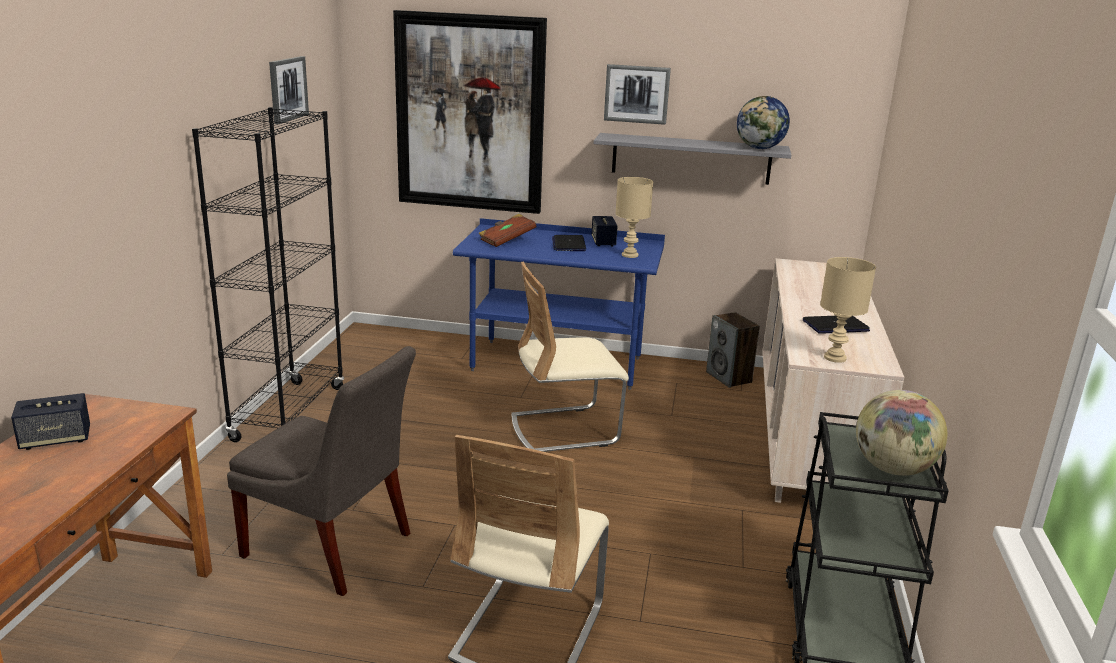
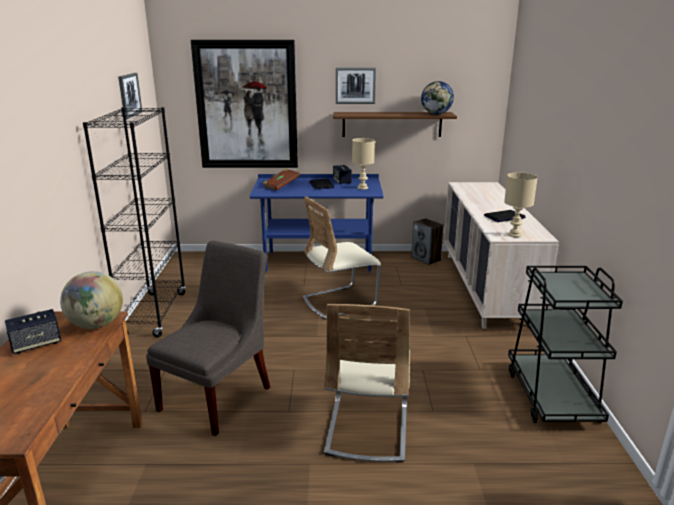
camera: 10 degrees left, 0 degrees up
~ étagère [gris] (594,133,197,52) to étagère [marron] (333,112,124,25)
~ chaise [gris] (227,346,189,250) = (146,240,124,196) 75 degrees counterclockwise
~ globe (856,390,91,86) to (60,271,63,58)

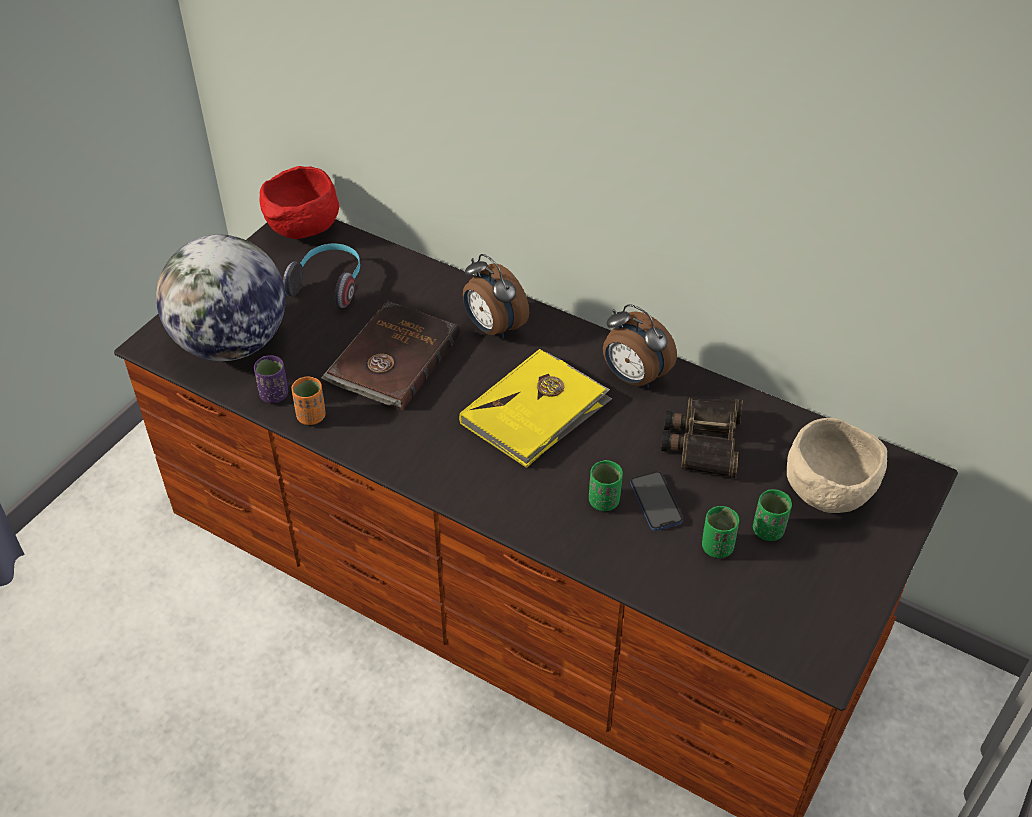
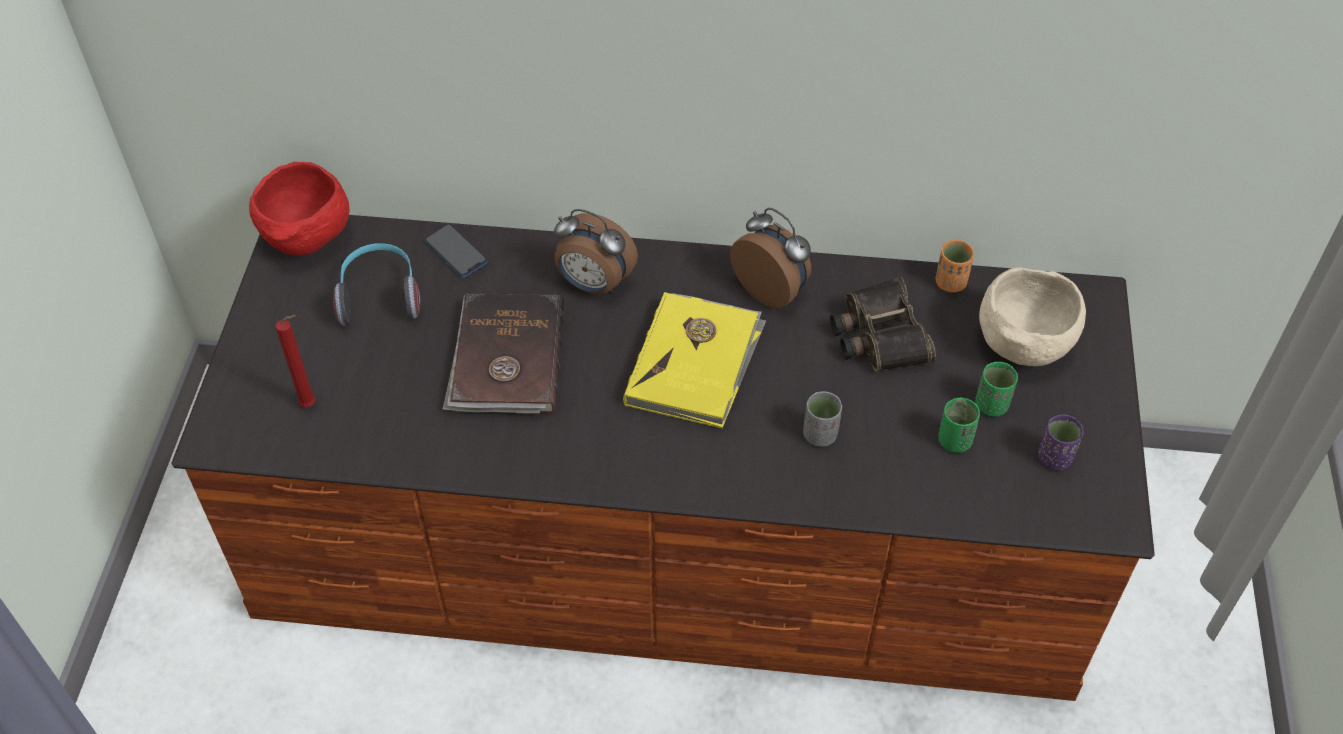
camera: 25 degrees left, 5 degrees up
~ globe (156,235,130,126) to bougie [rouge] (275,315,41,92)
~ réveil (603,304,74,84) = (730,208,81,100) 150 degrees counterclockwise
~ tasse [violet] (254,356,34,47) to (1038,414,46,56)
~ tasse [orange] (291,376,35,49) to (935,240,39,52)
~ tasse [vert] (589,460,34,51) to tasse [gris] (803,392,39,55)
~ téléphone (630,471,53,60) to (424,223,64,55)

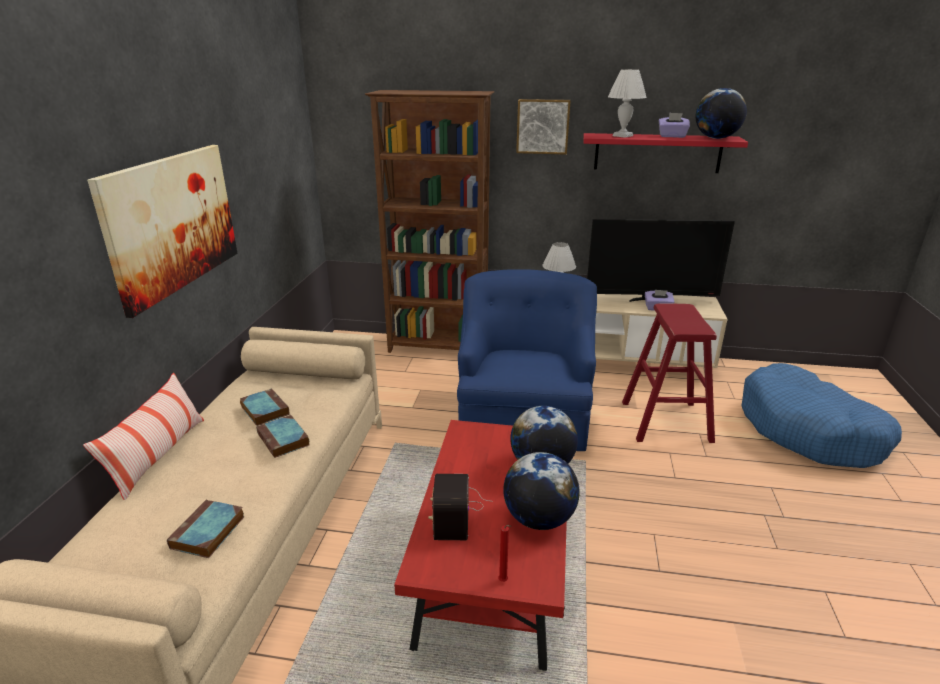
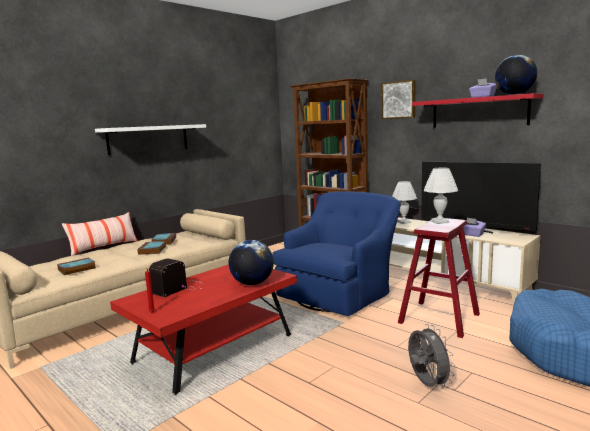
camera: 35 degrees right, 15 degrees down
~ lampe de table [blanc] (608,69,39,69) to (423,168,35,56)
~ tableau (87,145,150,173) to étagère [blanc] (95,124,111,31)
- globe (503,452,77,78)
+ ventilateur [gris] (408,324,47,64)

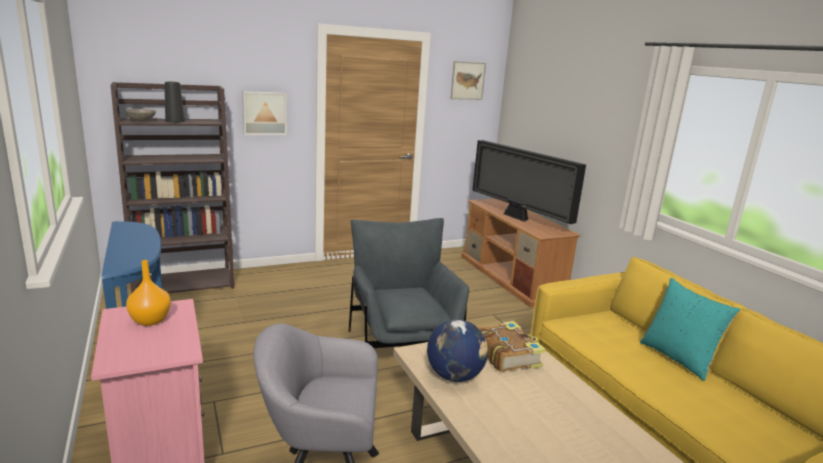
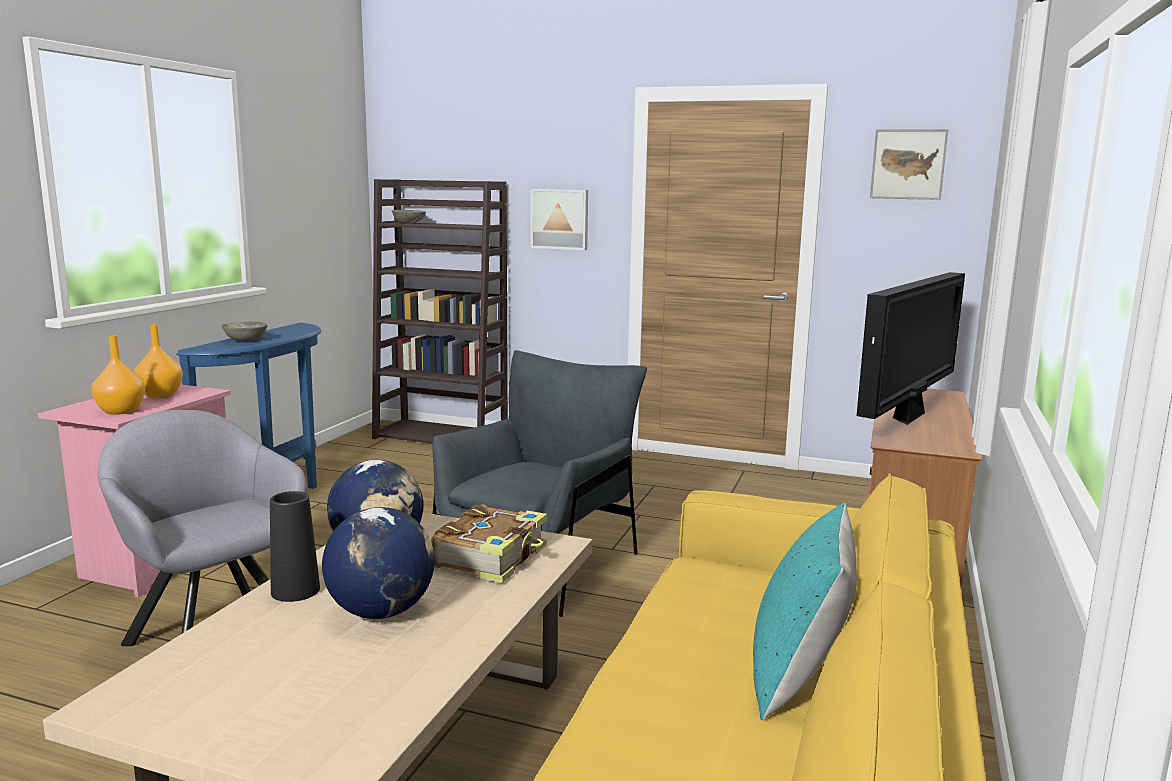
camera: 45 degrees right, 5 degrees down
~ vase [noir] (165,82,20,41) to (270,491,50,111)
~ téléviseur (472,140,114,84) = (857,272,108,153) 150 degrees counterclockwise
+ bol [gris] (222,321,46,20)
+ vase [orange] (91,335,54,80)
+ globe (322,507,113,112)

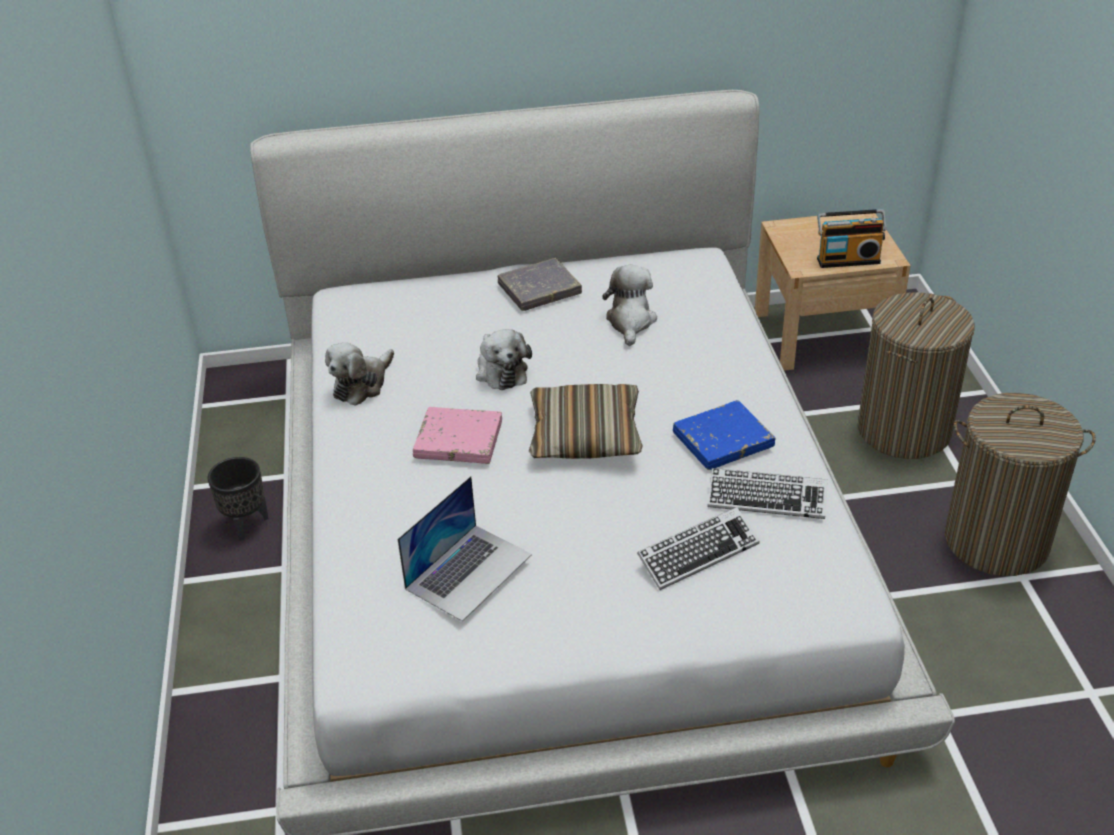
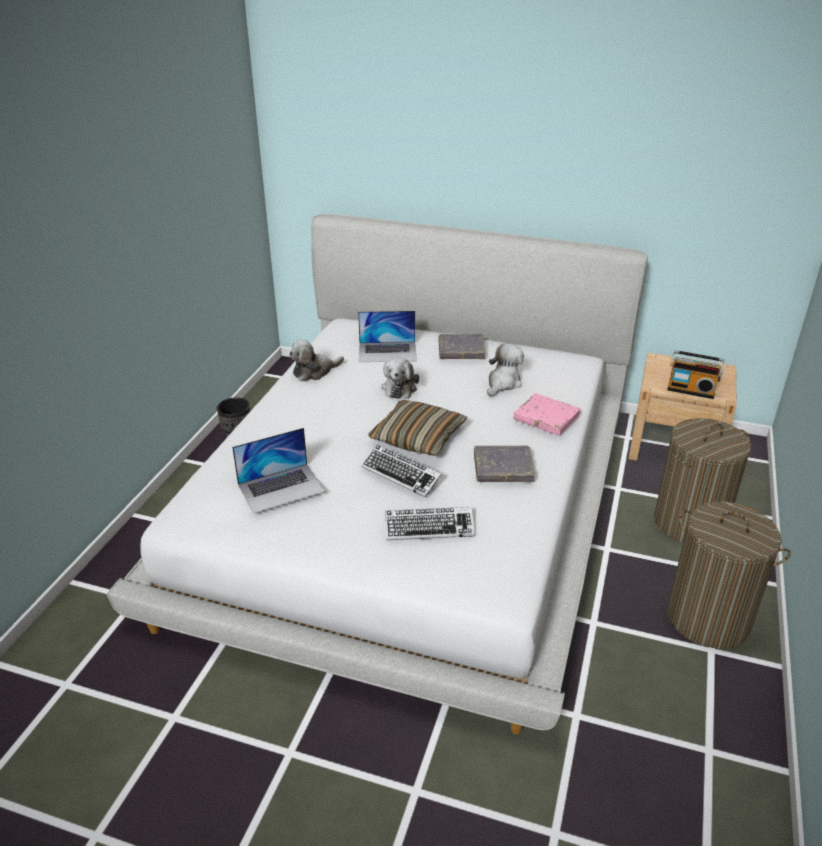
camera: 25 degrees right, 5 degrees down
~ livre [bleu] (673,400,102,70) to livre [gris] (474,446,61,36)
~ livre [rose] (413,407,89,57) to (513,393,67,43)
~ clavier (708,468,120,51) to (361,445,81,52)
+ ordinateur portable (358,311,59,51)

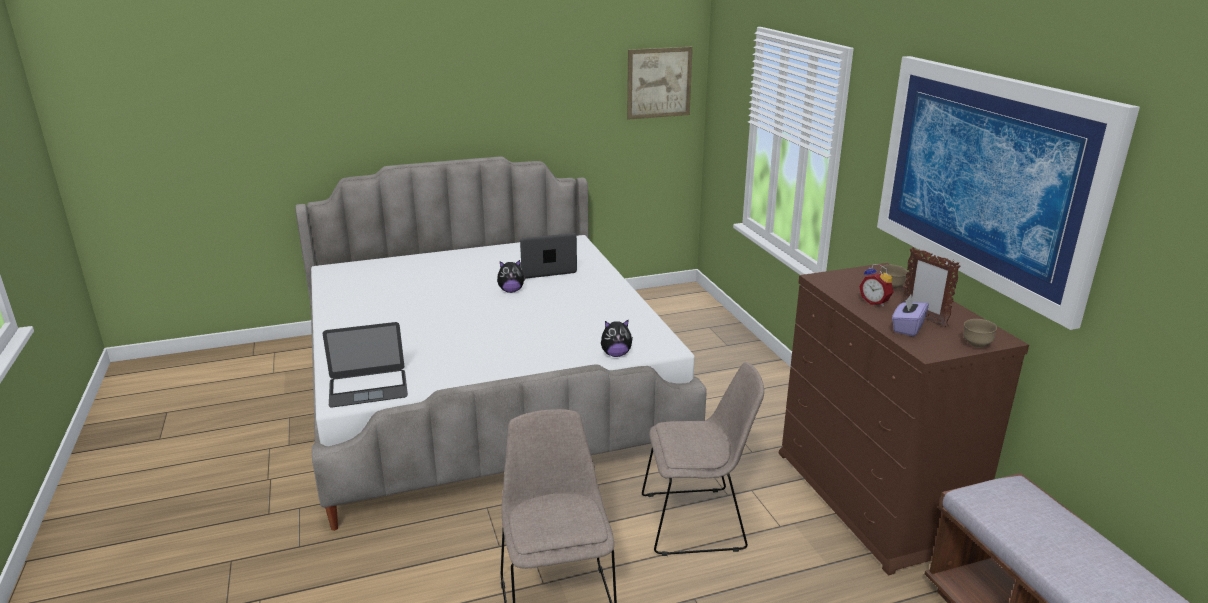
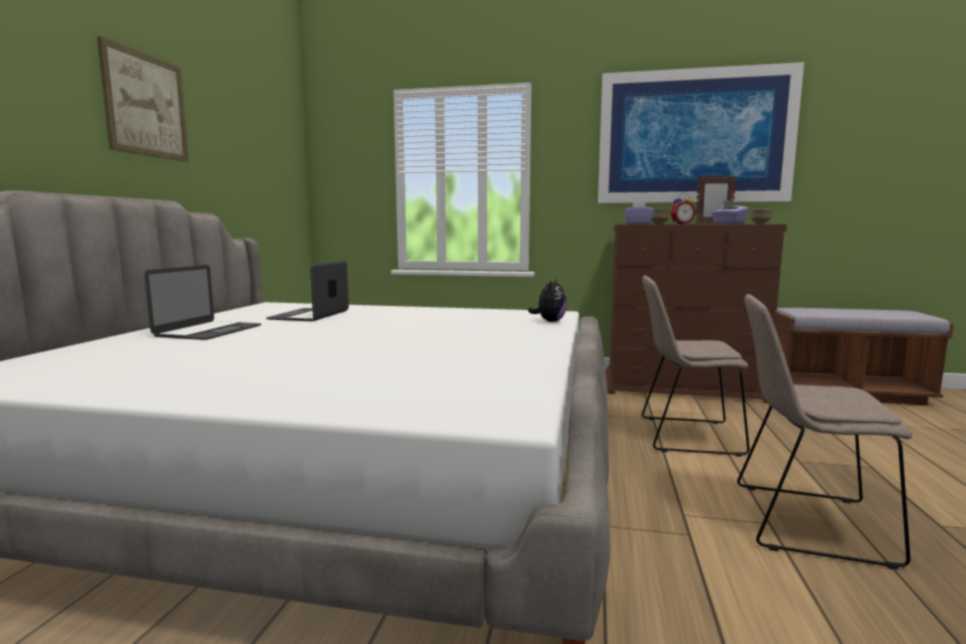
camera: 60 degrees left, 15 degrees down
~ tableau (627,47,66,73) to (97,36,92,126)
- peluche (497,260,29,33)
~ ordinateur portable (323,322,85,85) to (145,265,116,75)
~ chaise [beige] (642,362,122,194) = (642,275,108,181) 105 degrees counterclockwise
+ boîte à mouchoirs [violet] (624,202,31,23)

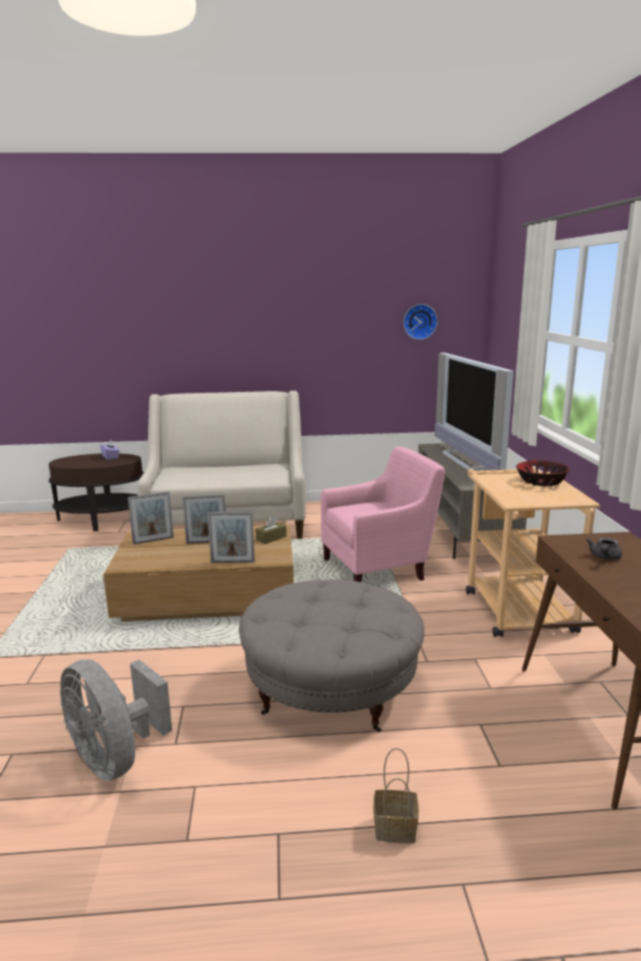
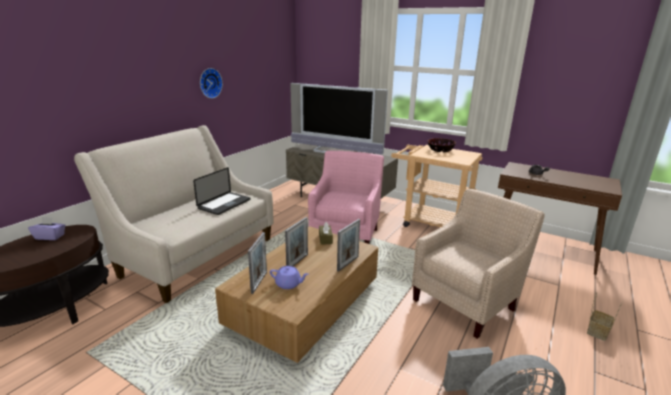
camera: 55 degrees left, 5 degrees up
~ horloge murale (403,304,35,36) to (200,68,23,30)
~ pouf [gris] (239,579,185,153) to fauteuil [beige] (412,189,133,150)
+ ordinateur portable (193,167,57,48)
+ théière [violet] (270,266,39,23)

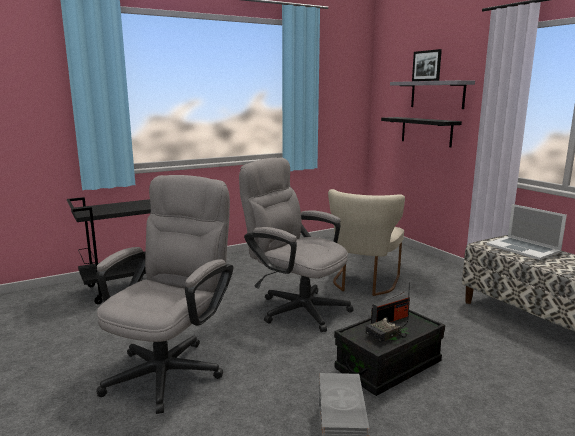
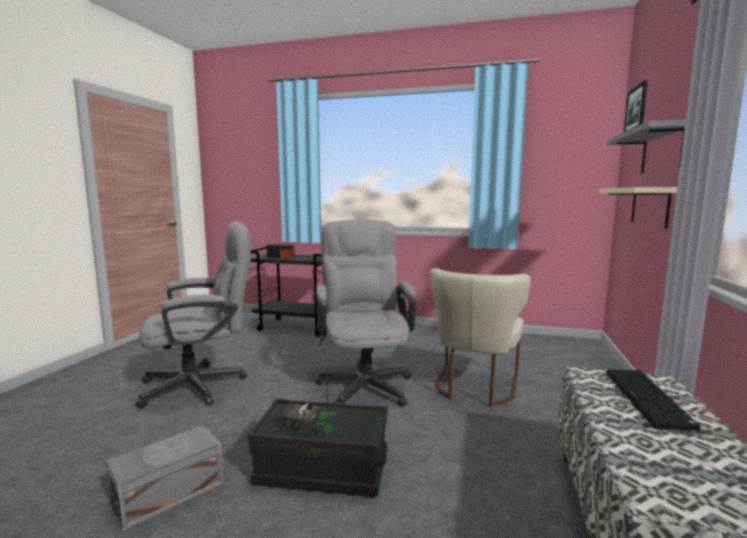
camera: 45 degrees right, 5 degrees down
~ étagère [noir] (381,117,81,30) to étagère [beige] (599,187,78,42)
~ chaise [beige] (328,189,77,107) = (430,268,101,138) 45 degrees counterclockwise
~ ordinateur portable (486,204,81,56) to clavier (607,369,93,62)
~ radio (371,292,39,32) to (266,242,29,17)

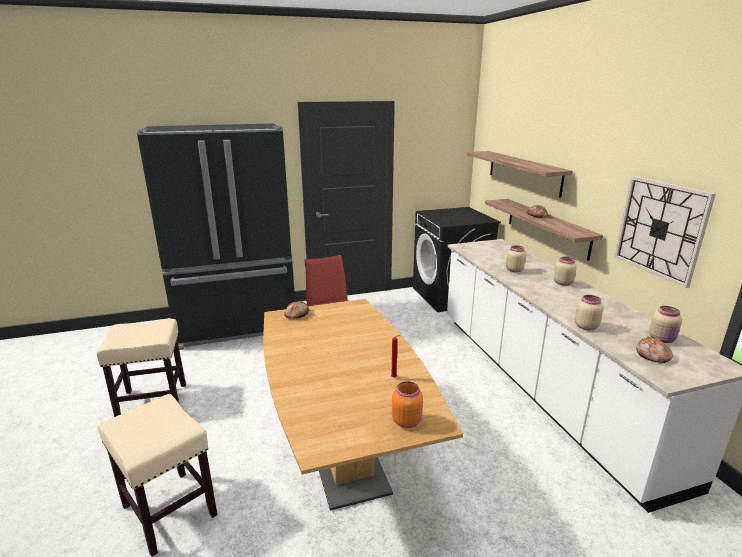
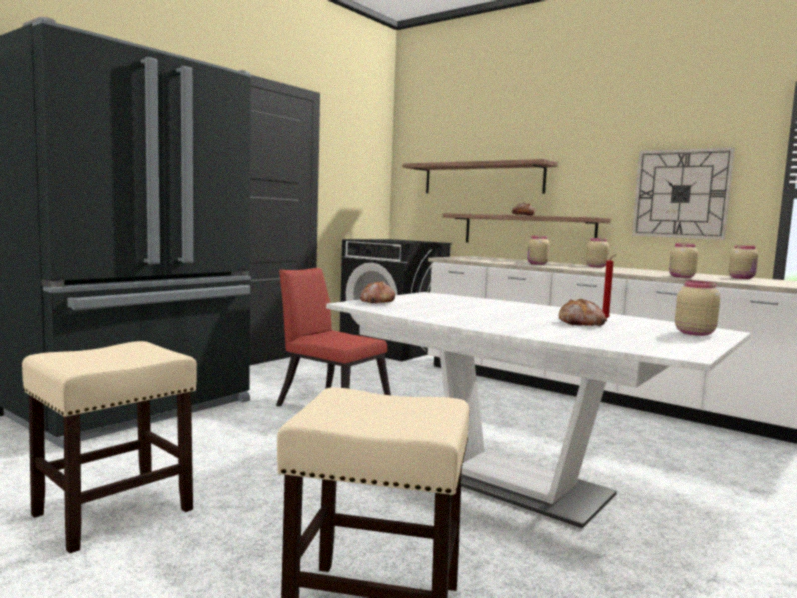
camera: 35 degrees left, 15 degrees down
~ table à manger [marron] (263,299,200,212) to table à manger [blanc] (326,292,425,236)
~ pain (636,336,37,27) to (559,298,48,28)
~ bocal [orange] (392,381,31,47) to bocal [beige] (675,280,45,56)

